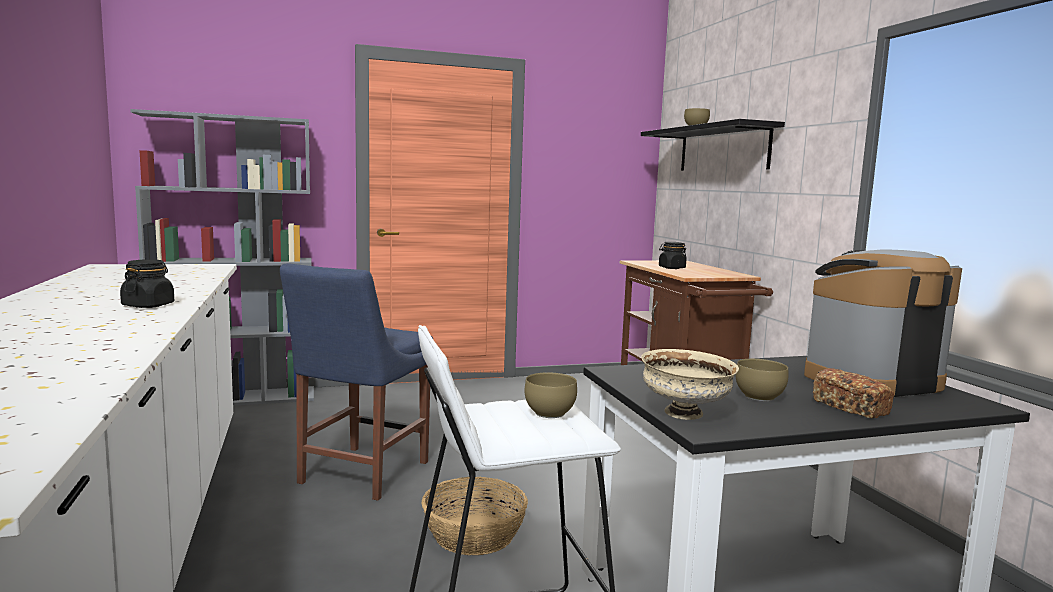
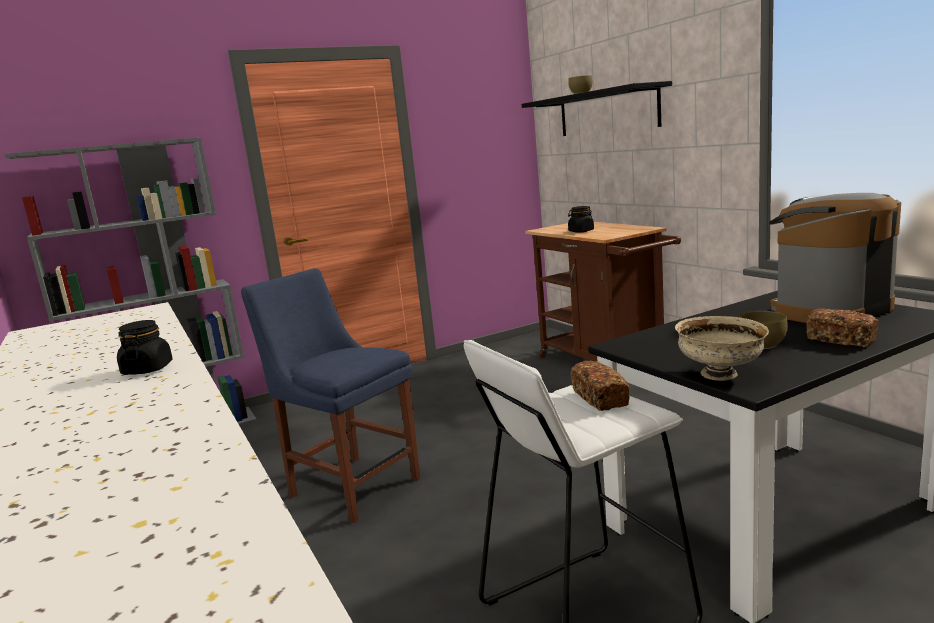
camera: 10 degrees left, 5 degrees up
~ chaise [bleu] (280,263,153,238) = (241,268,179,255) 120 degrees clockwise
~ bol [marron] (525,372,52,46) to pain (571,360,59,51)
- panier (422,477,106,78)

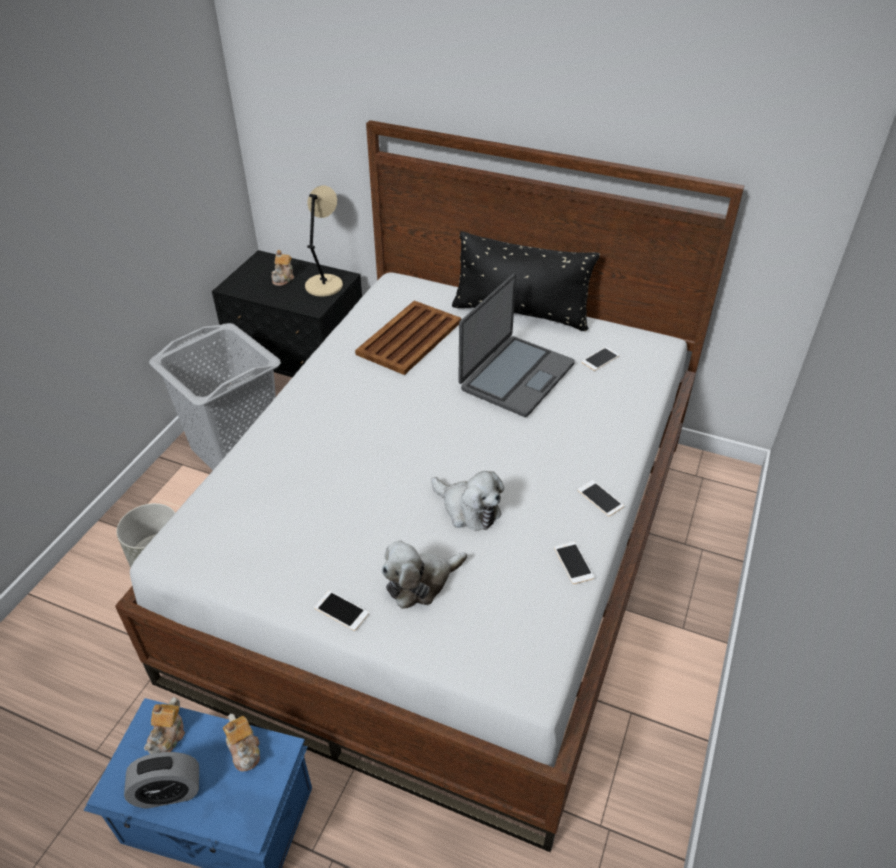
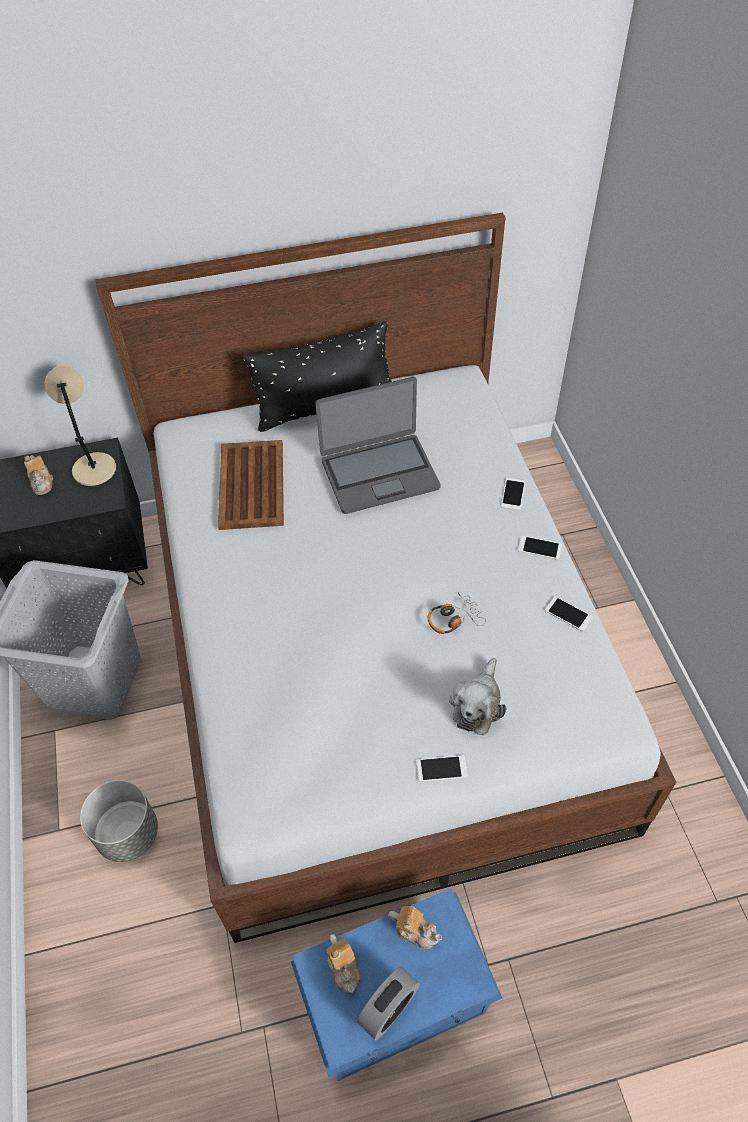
camera: 35 degrees left, 10 degrees up
~ ordinateur portable (458,274,117,143) = (315,377,126,137) 75 degrees clockwise
~ téléphone (582,347,38,24) to (501,478,24,32)
~ peluche (431,471,73,60) to casque audio (428,592,58,42)

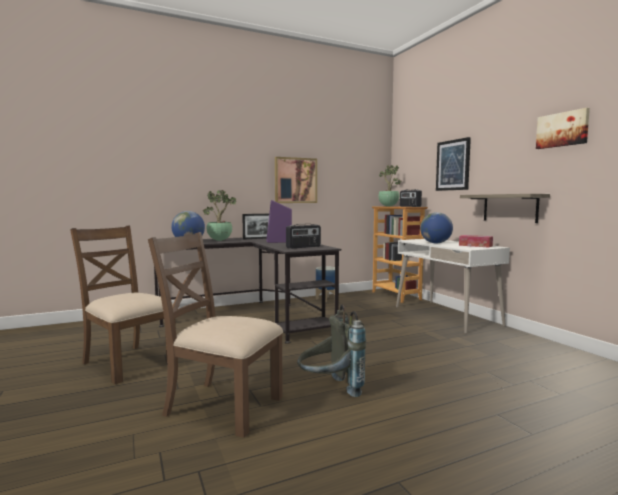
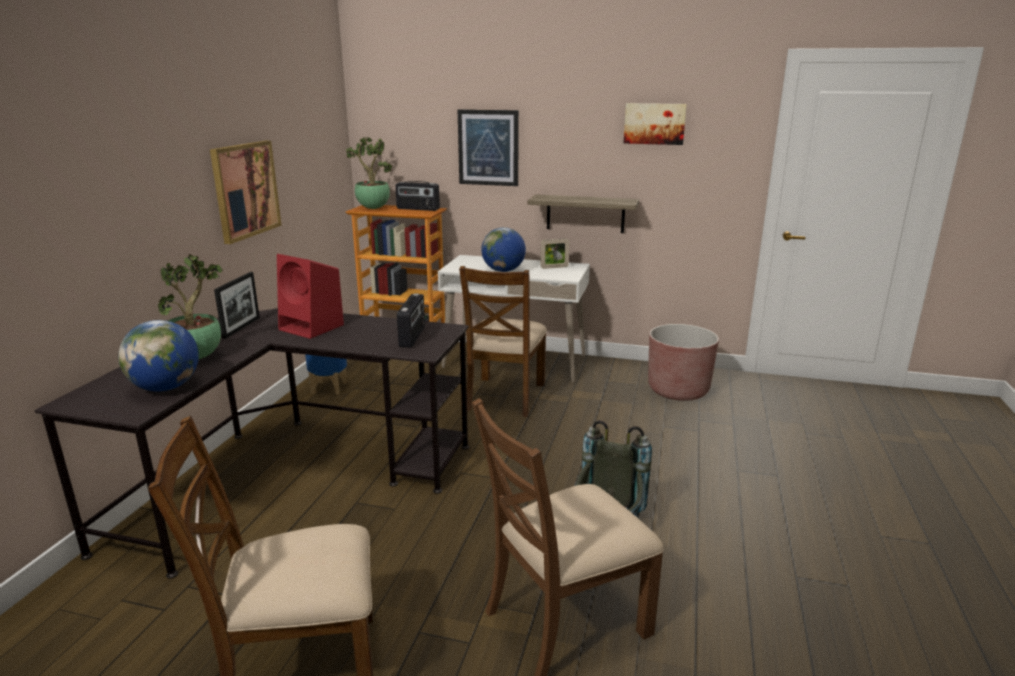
camera: 50 degrees left, 15 degrees up
~ enceinte [violet] (266,200,26,43) to enceinte [rouge] (277,254,67,85)
~ boîte à mouchoirs (459,235,34,12) to cadre photo (540,238,29,31)
+ chaise [marron] (459,266,88,151)
+ cache-pot [marron] (648,324,71,77)

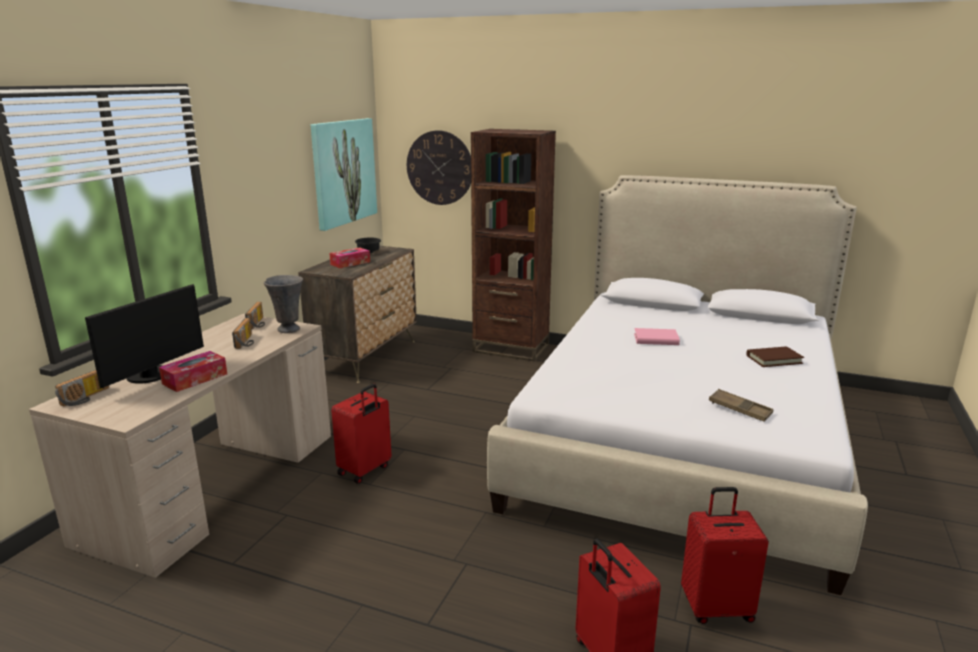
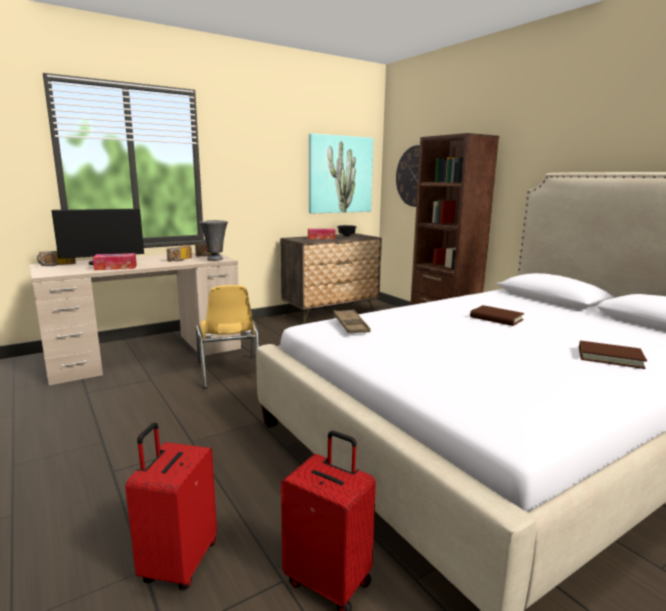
camera: 35 degrees right, 5 degrees down
~ livre [rose] (634,328,46,17) to livre [marron] (470,305,54,21)
~ valise [rouge] (331,384,61,100) to chaise [jaune] (196,285,63,103)
~ plateau [marron] (709,389,65,33) to (333,310,38,23)

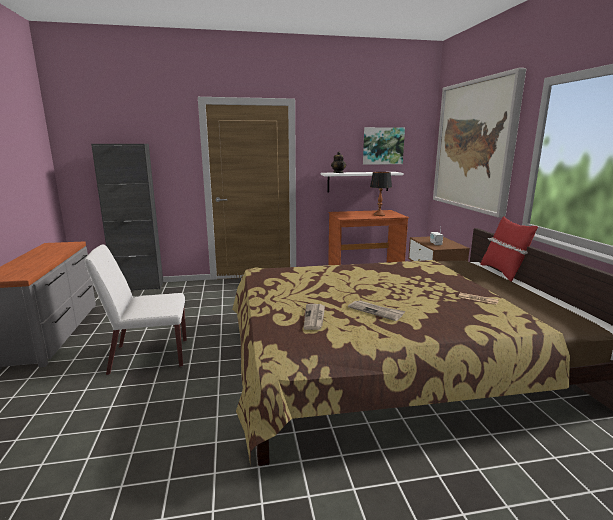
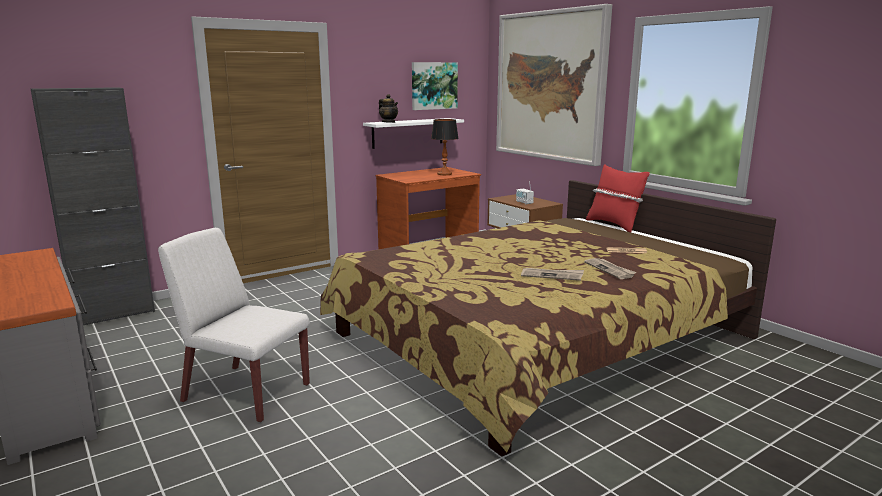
camera: 25 degrees left, 0 degrees up
~ chaise [blanc] (84,244,103,131) = (158,228,152,195) 60 degrees clockwise
~ journal (304,304,21,26) to (584,258,52,21)

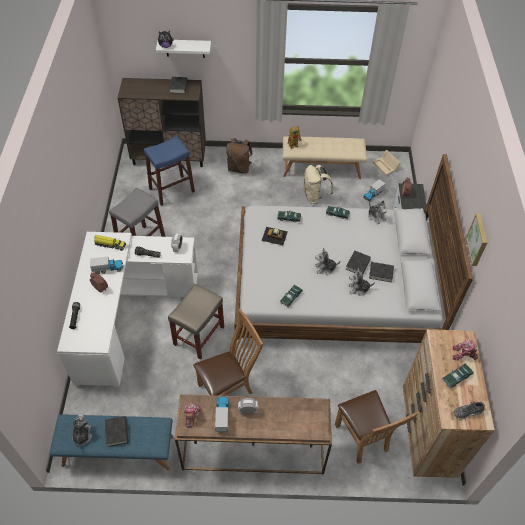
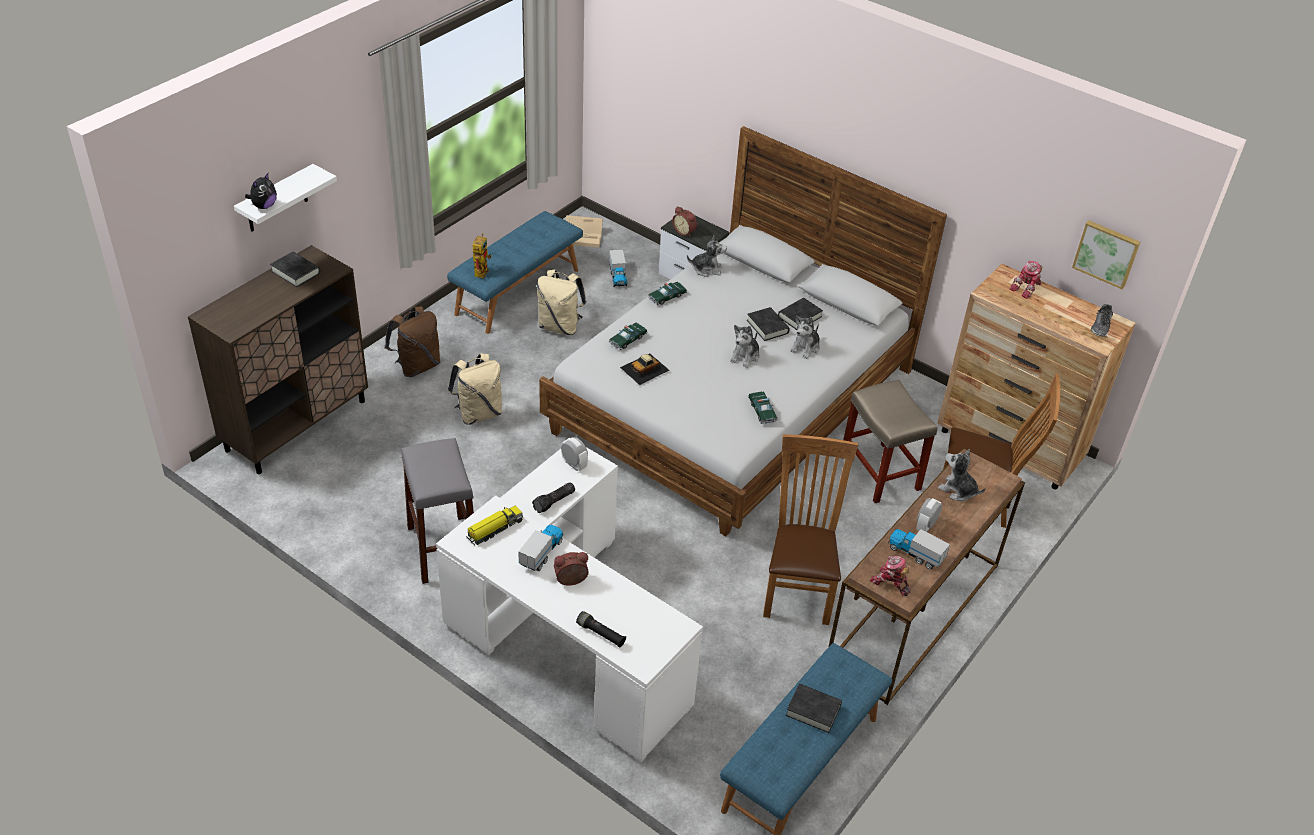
camera: 55 degrees left, 10 degrees down
- tabouret [bleu] (144,136,51,70)
~ banc [beige] (283,136,84,43) to banc [bleu] (447,211,136,123)
~ tableau (466,214,21,52) to (1072,221,68,68)
~ tabouret [beige] (168,284,56,76) to (842,380,95,123)
- petite voiture (442,363,32,26)
~ peluche (72,413,20,35) to (938,449,48,52)
+ sac à dos [beige] (448,353,54,72)

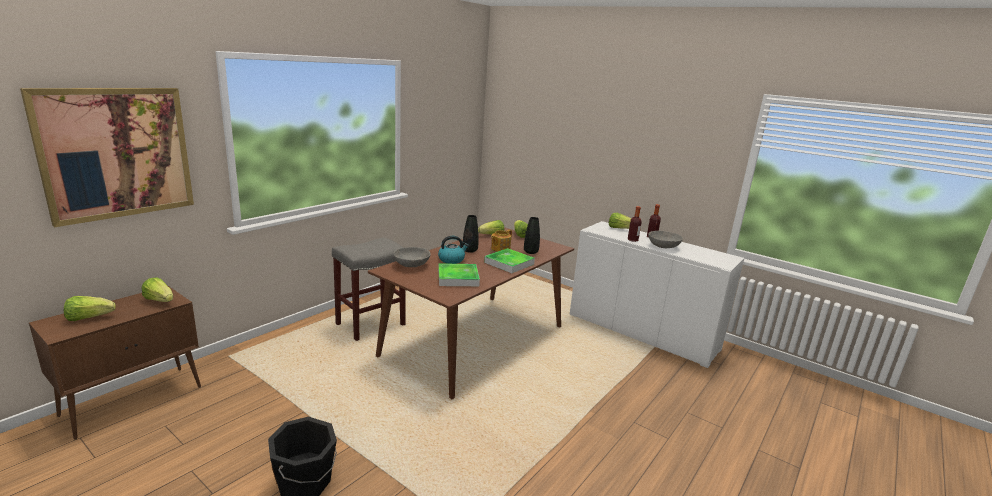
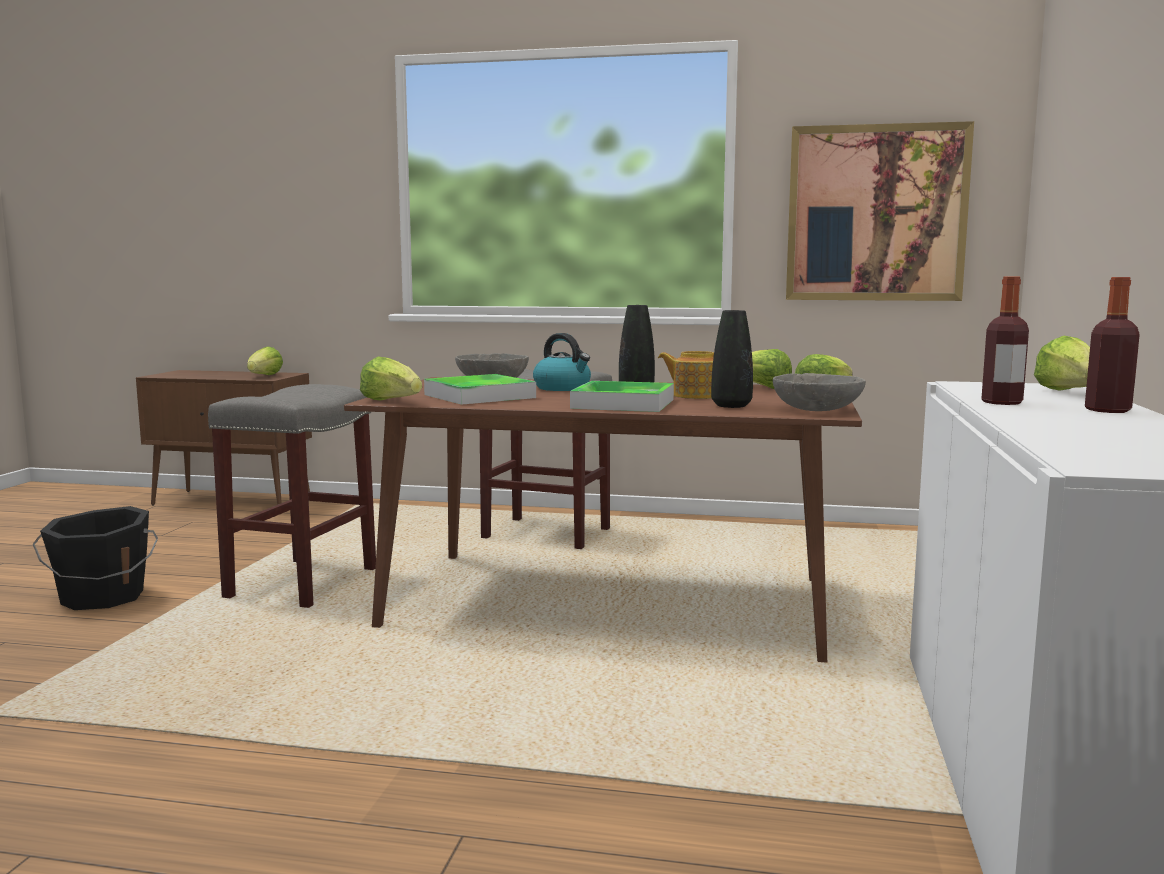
camera: 65 degrees right, 10 degrees down
~ tableau (20,88,174,139) to (786,121,188,180)
~ bol [gris] (648,231,35,17) to (773,373,93,38)
~ laitue (64,296,52,25) to (360,357,62,44)
+ tabouret [gris] (208,384,168,224)

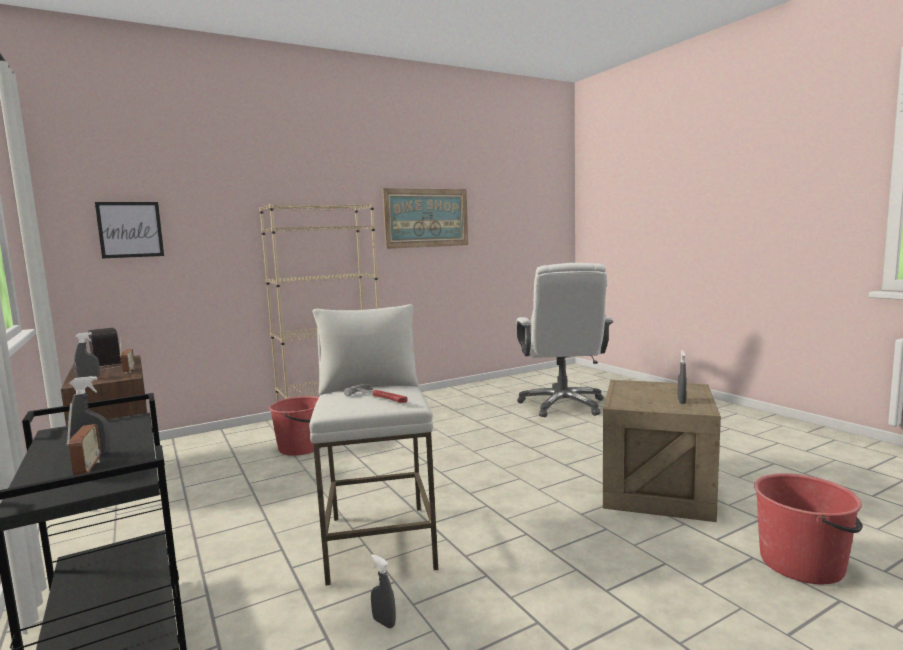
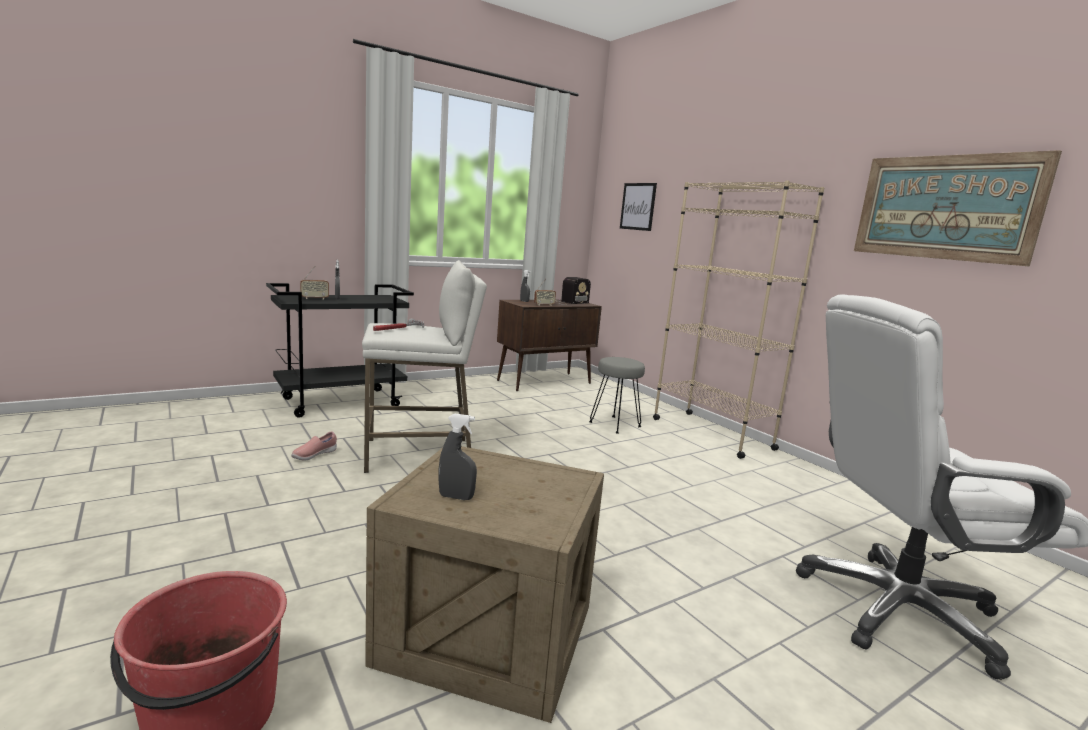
camera: 85 degrees right, 5 degrees up
~ seau [rouge] (269,396,52,60) to tabouret [gris] (589,357,56,77)
~ vaporisateur [gris] (371,554,25,74) to chaussure [rose] (291,431,46,30)

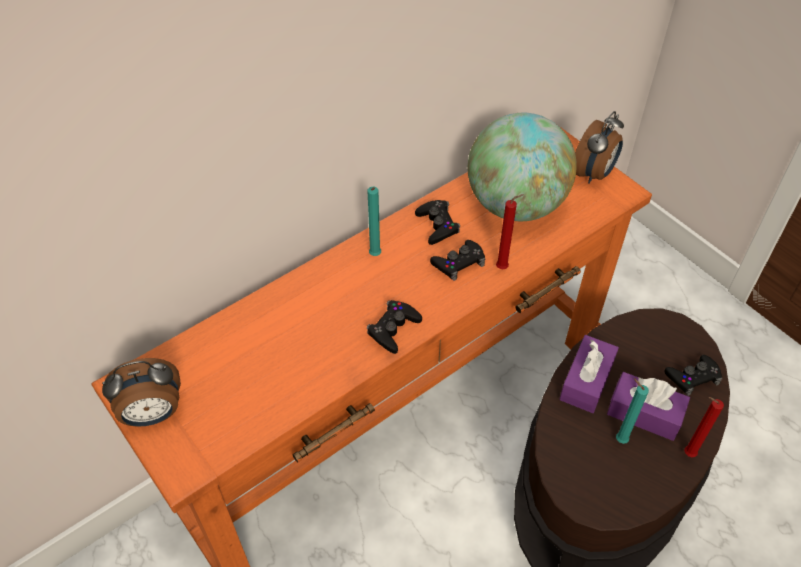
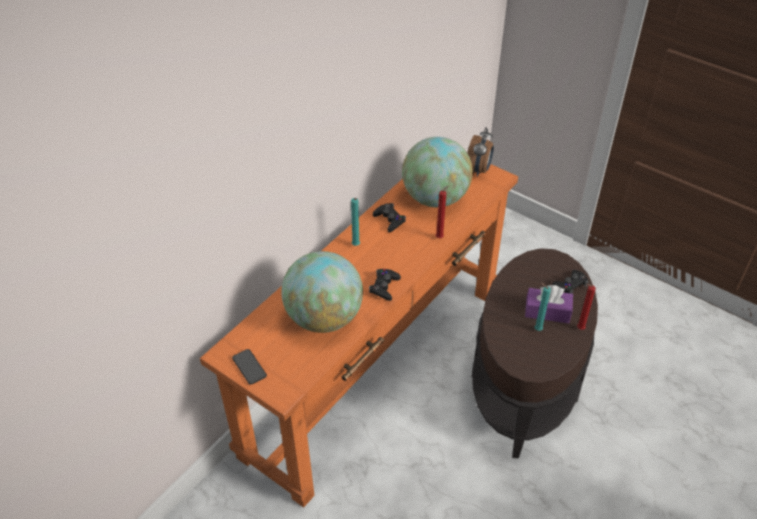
camera: 15 degrees left, 5 degrees down
- manette [noir] (430,240,56,41)
- boîte à mouchoirs [violet] (559,335,60,78)
~ réveil (102,358,79,69) to téléphone (232,349,35,36)
+ globe (281,251,82,82)

